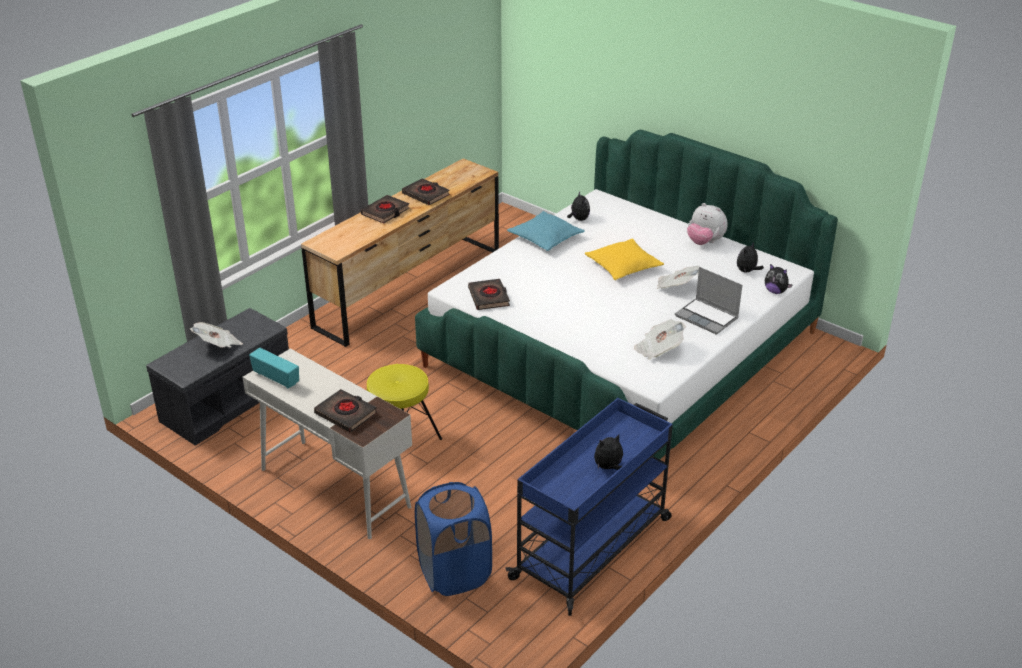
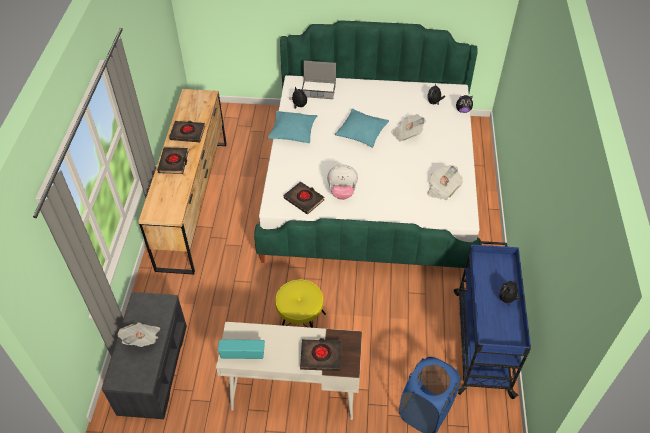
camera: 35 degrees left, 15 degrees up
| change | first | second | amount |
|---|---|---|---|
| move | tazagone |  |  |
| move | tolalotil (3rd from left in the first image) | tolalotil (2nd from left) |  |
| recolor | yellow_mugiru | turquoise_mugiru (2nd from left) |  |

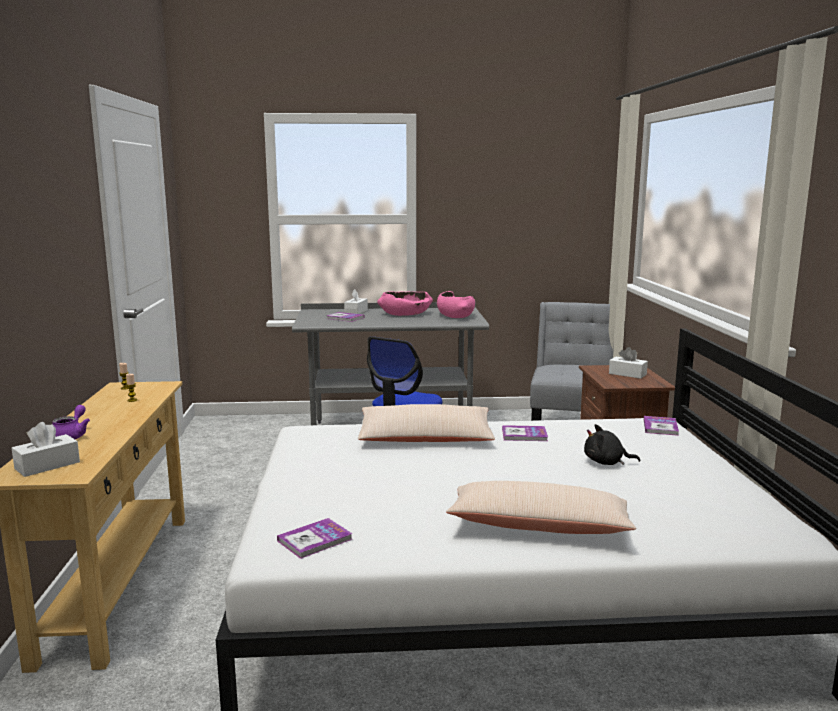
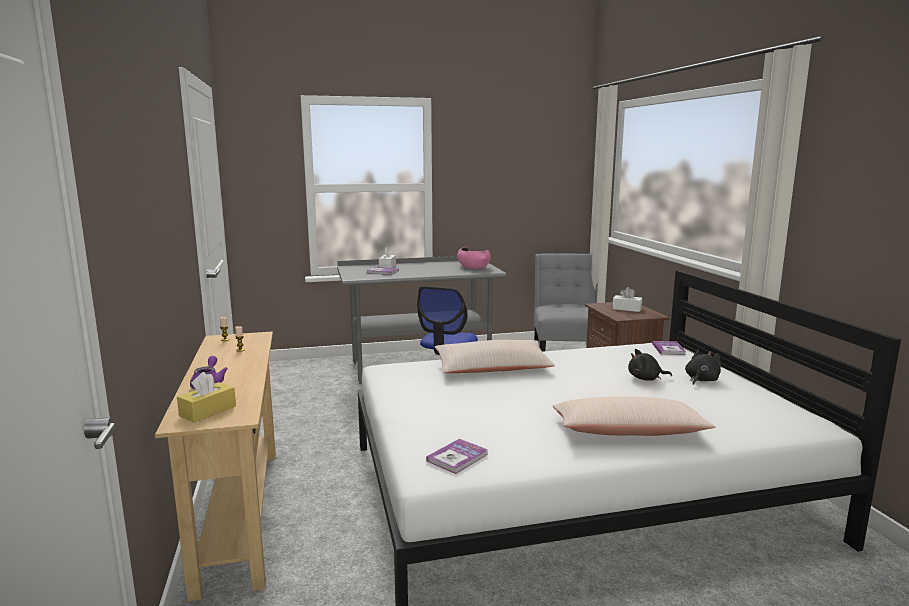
camera: 10 degrees left, 0 degrees up
| change | first | second | amount |
|---|---|---|---|
| delete | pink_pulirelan (1st from left) |  |  |
| delete | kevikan (3rd from left) |  |  |
| insert |  | black_tolalotil (2nd from left) |  |
| recolor | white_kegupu (1st from left) | yellow_kegupu |  |

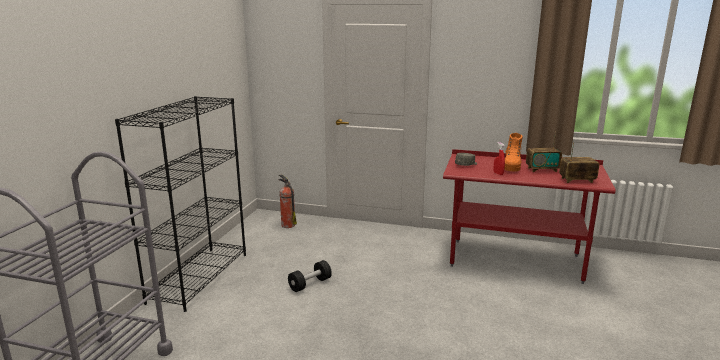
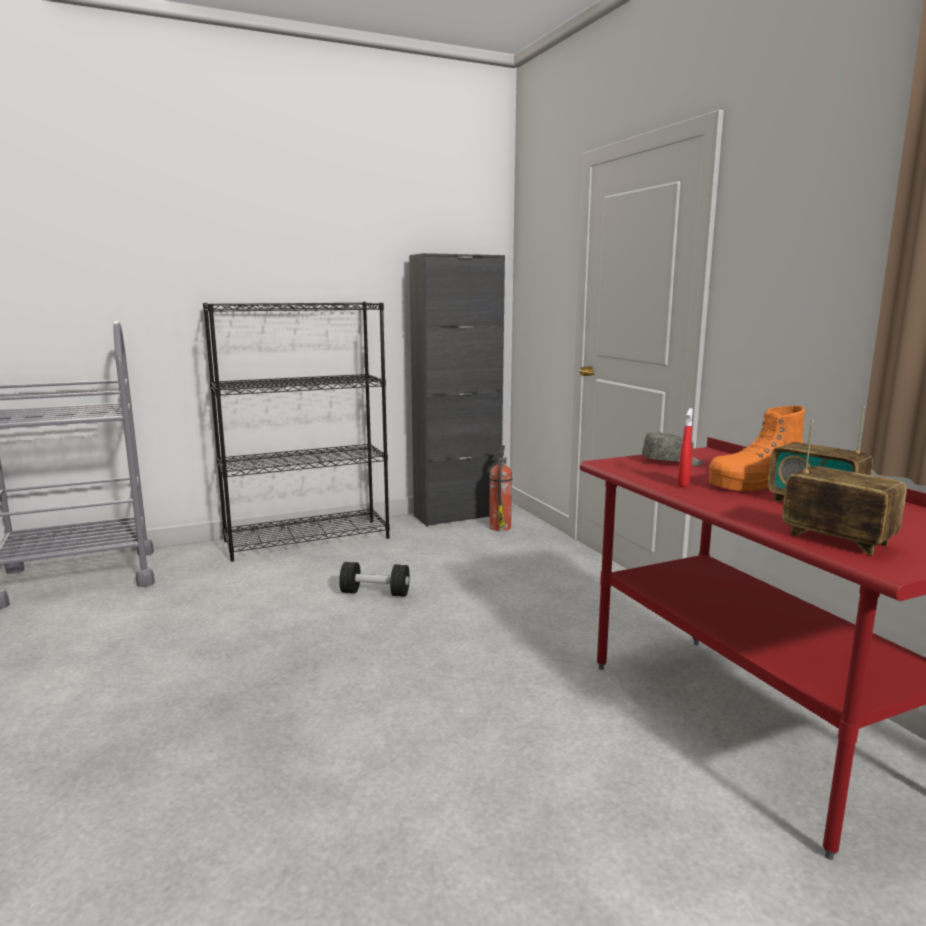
camera: 50 degrees right, 5 degrees down
| change | first | second | amount |
|---|---|---|---|
| insert |  | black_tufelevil |  |

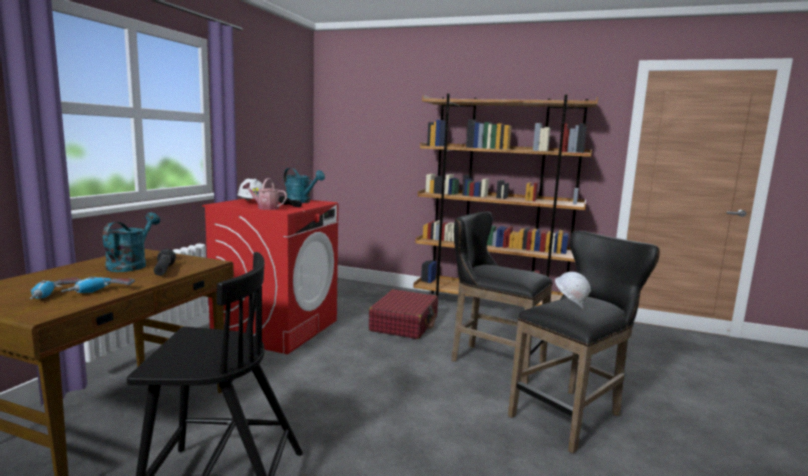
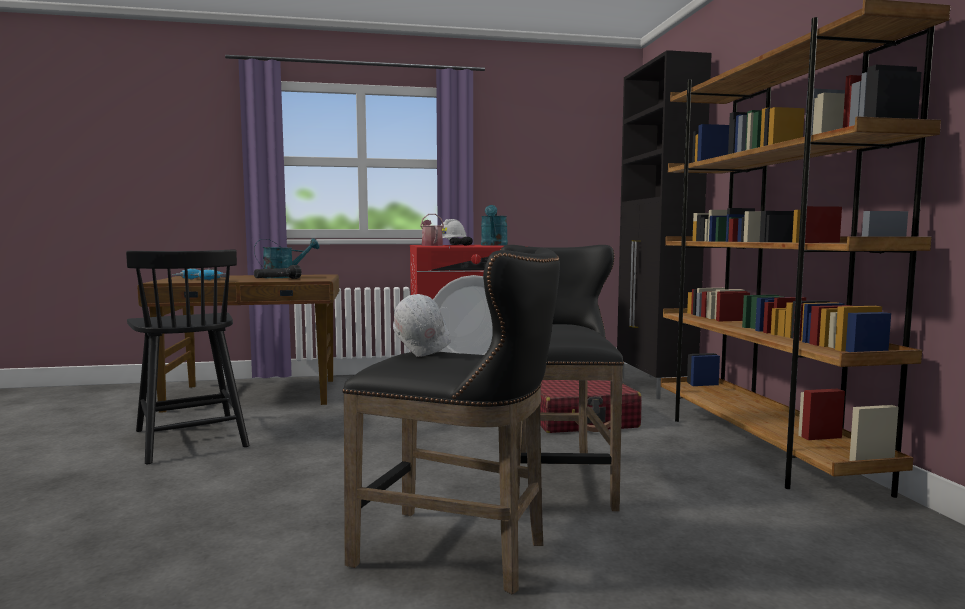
camera: 60 degrees right, 5 degrees down
| change | first | second | amount |
|---|---|---|---|
| insert |  | black_tufelevil |  |

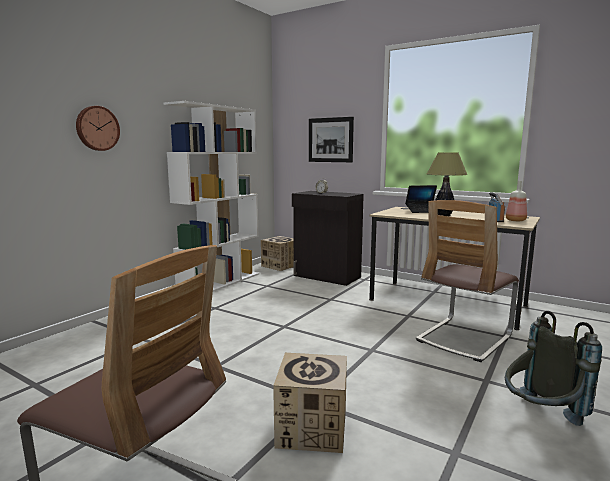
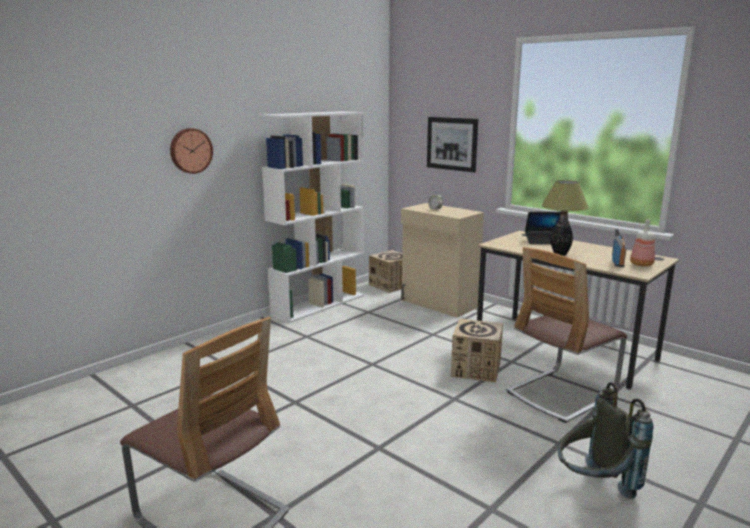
camera: 10 degrees right, 5 degrees up
| change | first | second | amount |
|---|---|---|---|
| move | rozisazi (2nd from left) |  |  |
| recolor | black_tufelevil | beige_tufelevil |  |

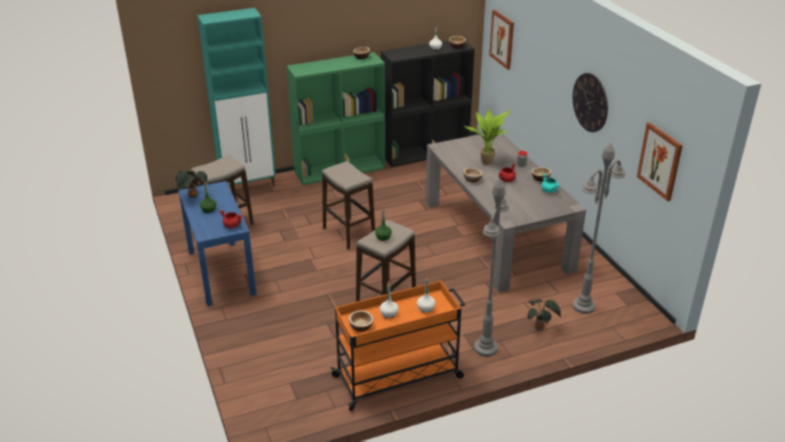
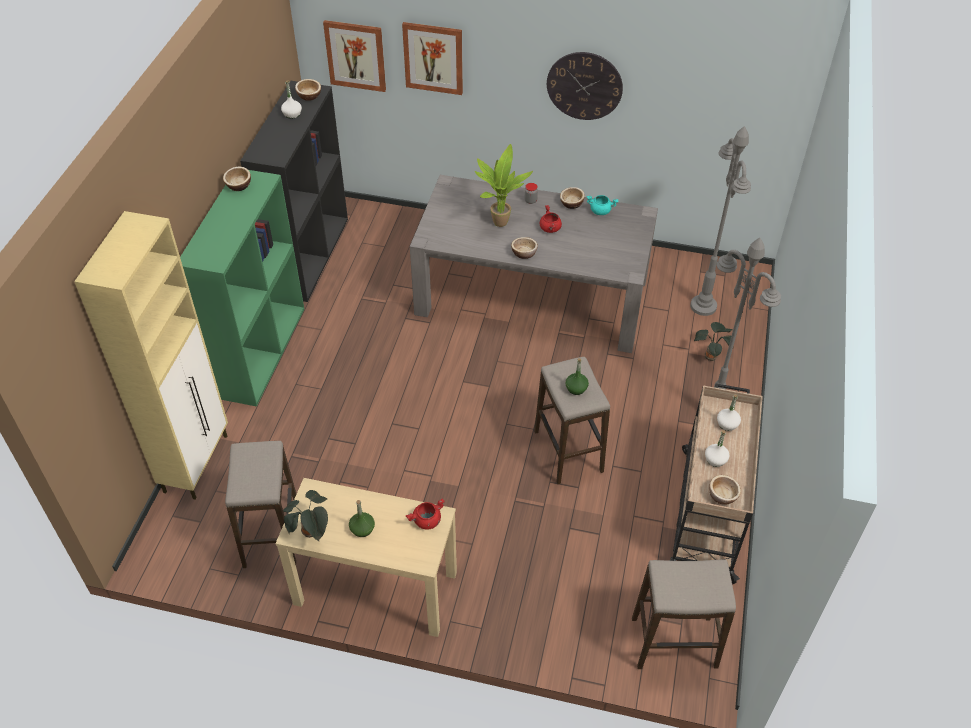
camera: 55 degrees left, 15 degrees up
| change | first | second | amount |
|---|---|---|---|
| move | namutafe (2nd from left in the first image) | namutafe (3rd from left) |  |
| move | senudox (2nd from left) |  |  |
| recolor | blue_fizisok | beige_fizisok |  |
| recolor | turquoise_tufelevil | beige_tufelevil |  |
| recolor | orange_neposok | beige_neposok |  |

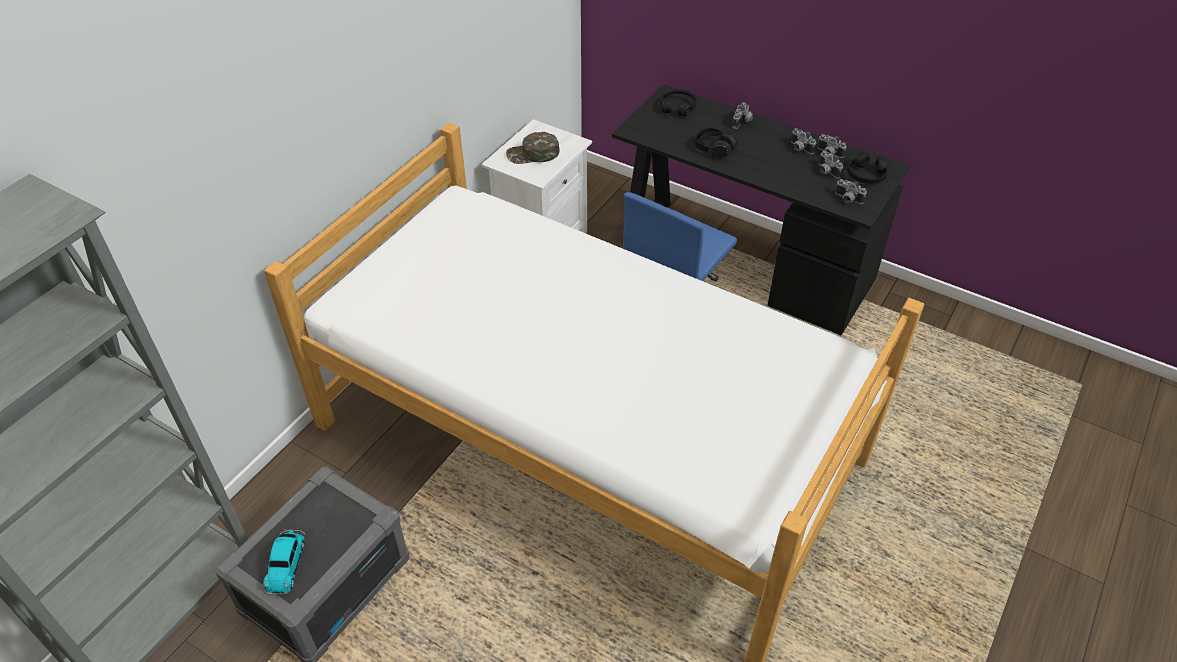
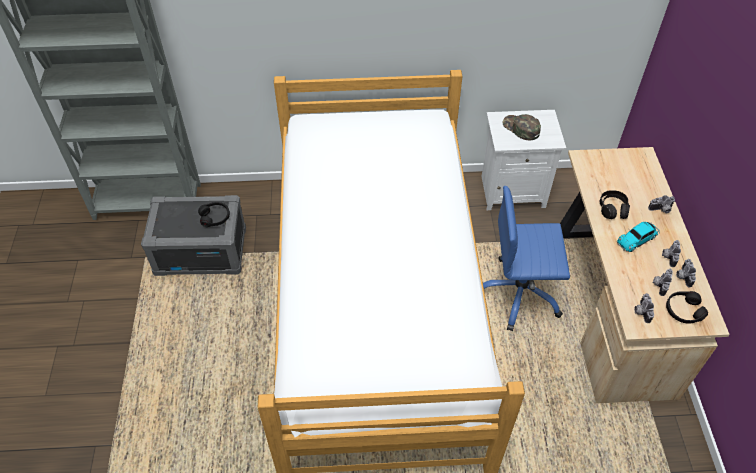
camera: 55 degrees right, 5 degrees up
| change | first | second | amount |
|---|---|---|---|
| move | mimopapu |  |  |
| move | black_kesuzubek (1st from left) |  |  |
| recolor | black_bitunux | beige_bitunux |  |

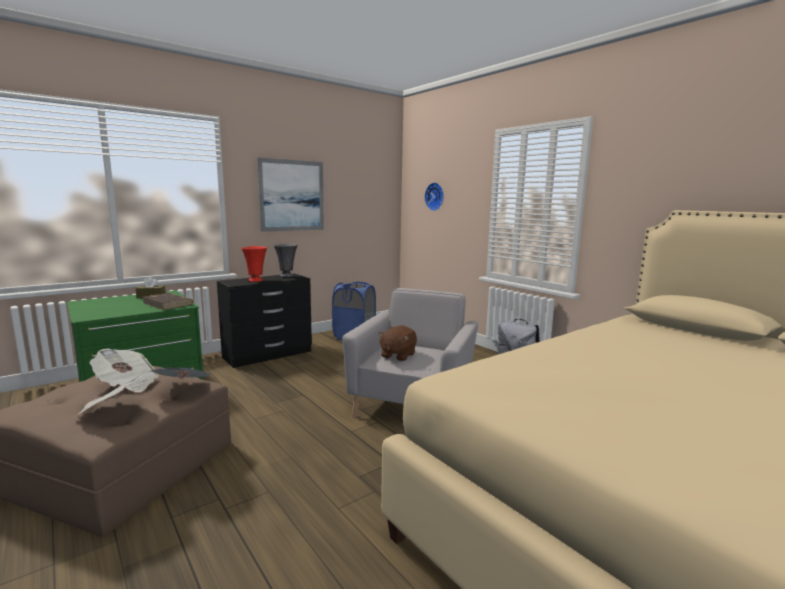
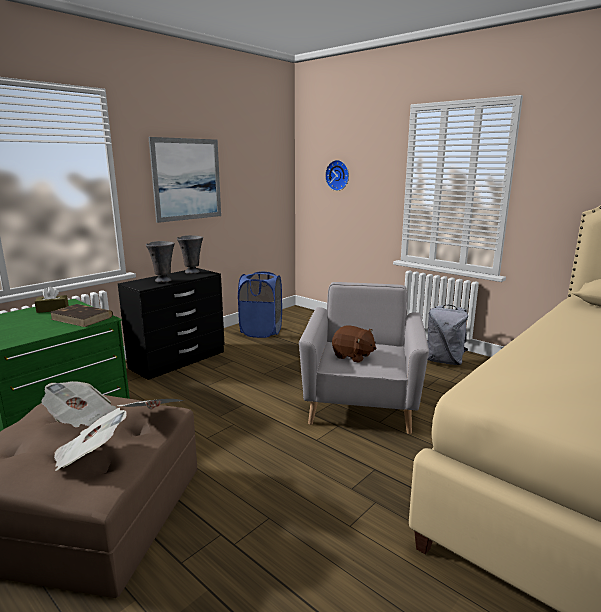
camera: 10 degrees left, 5 degrees up
| change | first | second | amount |
|---|---|---|---|
| recolor | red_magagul | grey_magagul (1st from left) |  |
| rotate | brown_tolalotil |  | 75 degrees counterclockwise |

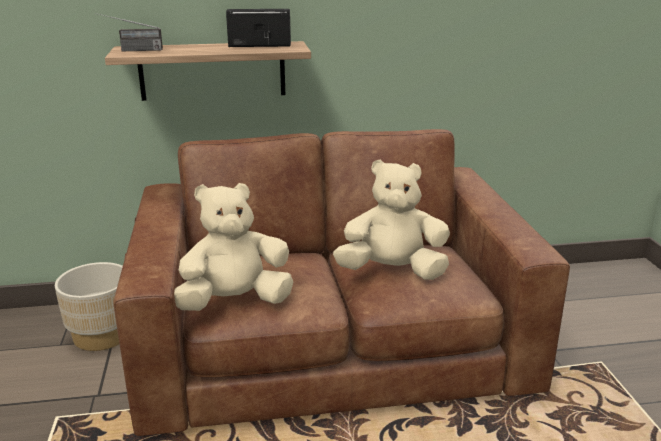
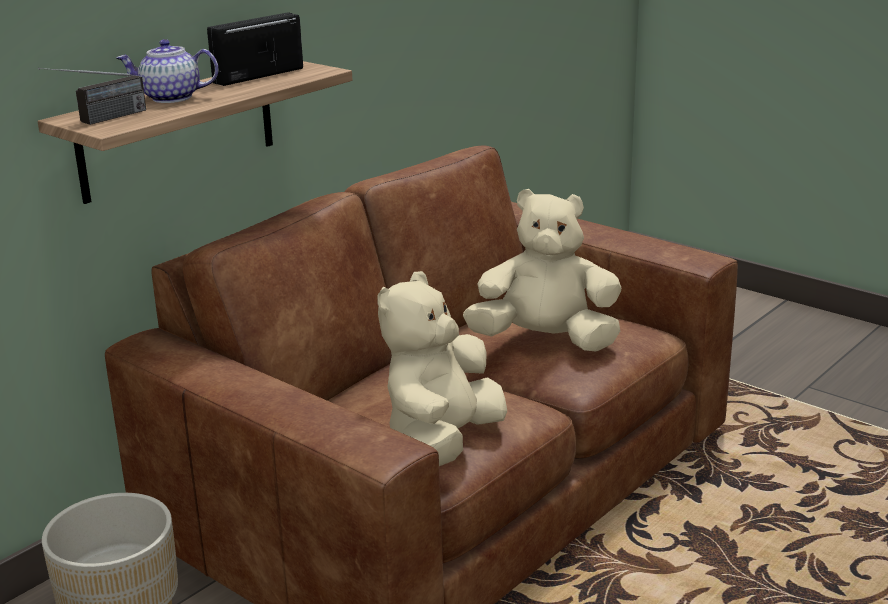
camera: 40 degrees left, 0 degrees up
| change | first | second | amount |
|---|---|---|---|
| insert |  | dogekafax |  |
| rotate | beige_tolalotil (2nd from left) |  | 45 degrees clockwise |

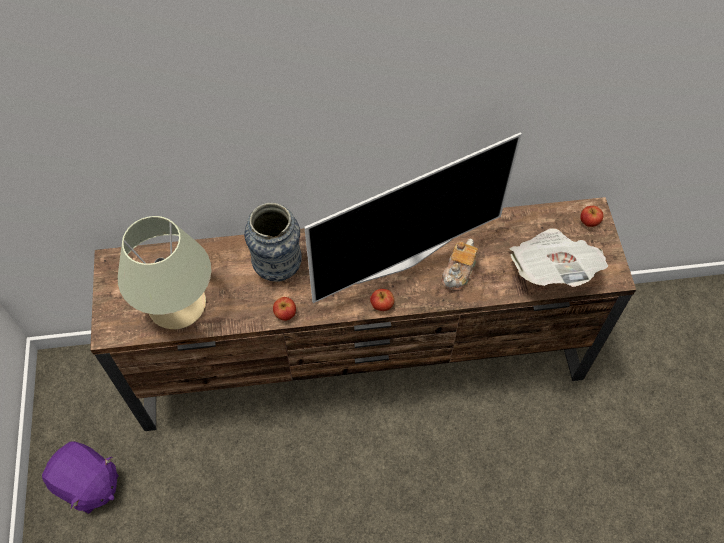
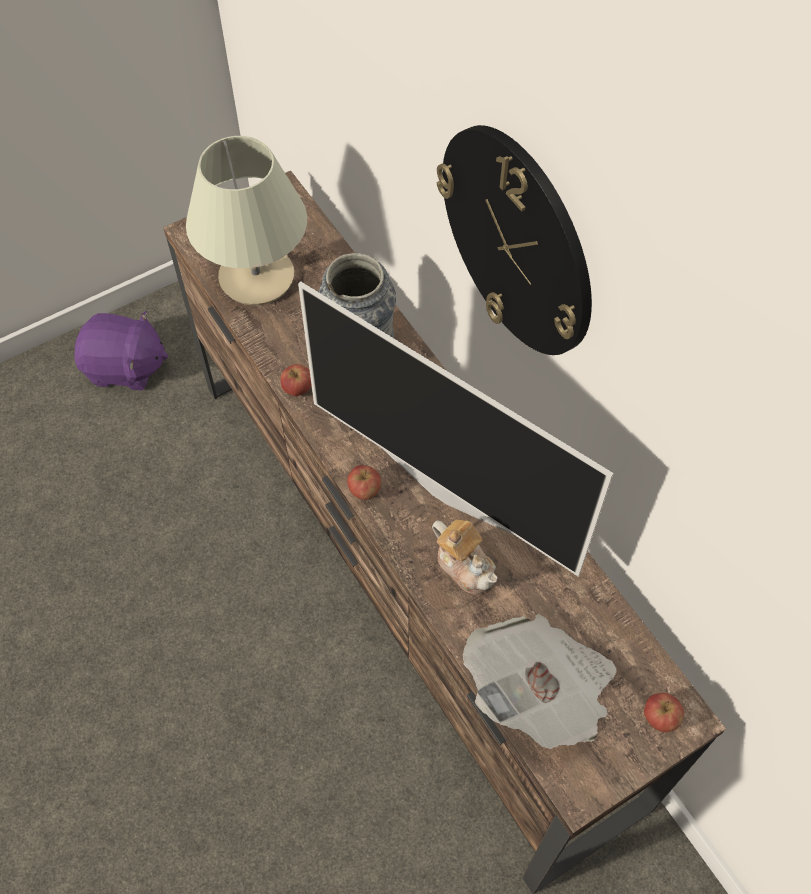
camera: 65 degrees right, 0 degrees up
| change | first | second | amount |
|---|---|---|---|
| insert |  | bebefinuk |  |
| rotate | purple_tolalotil |  | 90 degrees counterclockwise |
| rotate | dogekafax |  | 135 degrees counterclockwise |

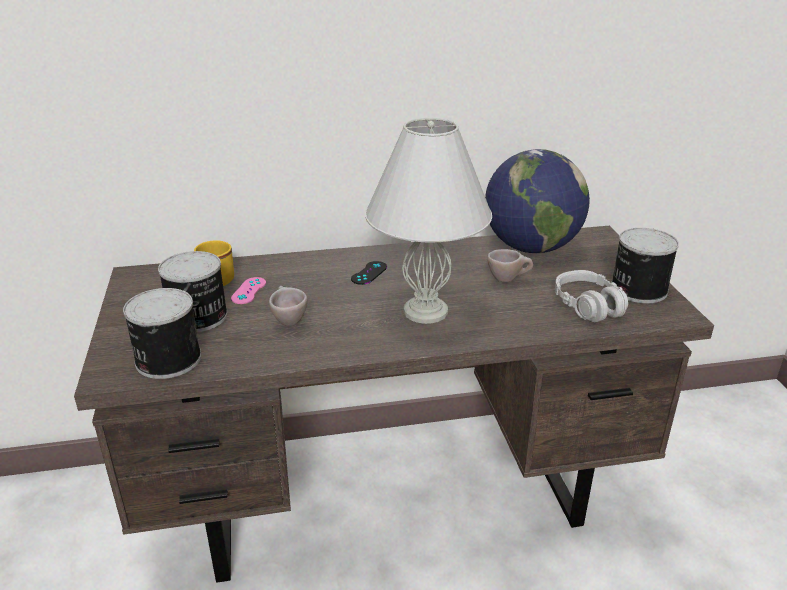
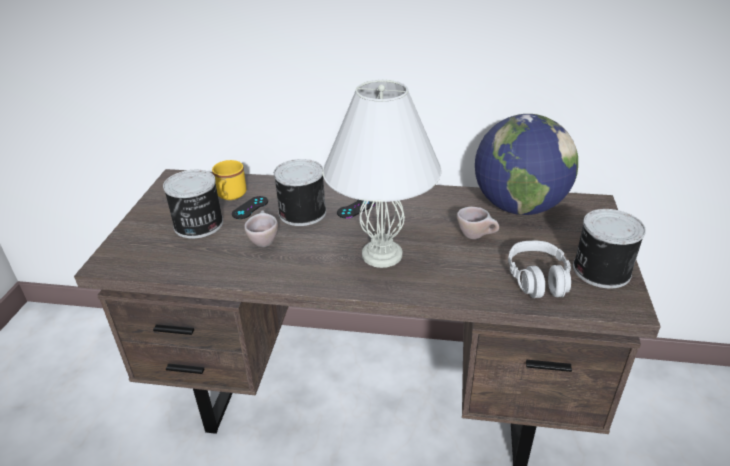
camera: 20 degrees right, 5 degrees up
| change | first | second | amount |
|---|---|---|---|
| move | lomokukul (1st from left in the first image) | lomokukul (2nd from left) |  |
| recolor | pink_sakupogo | black_sakupogo (1st from left) |  |

